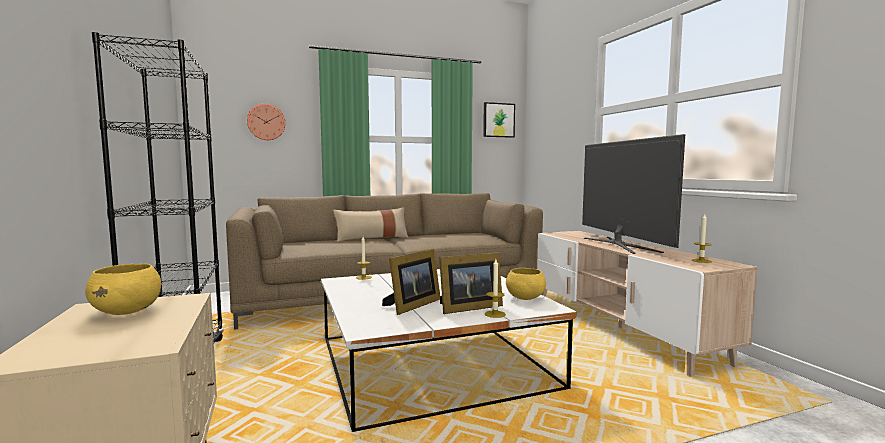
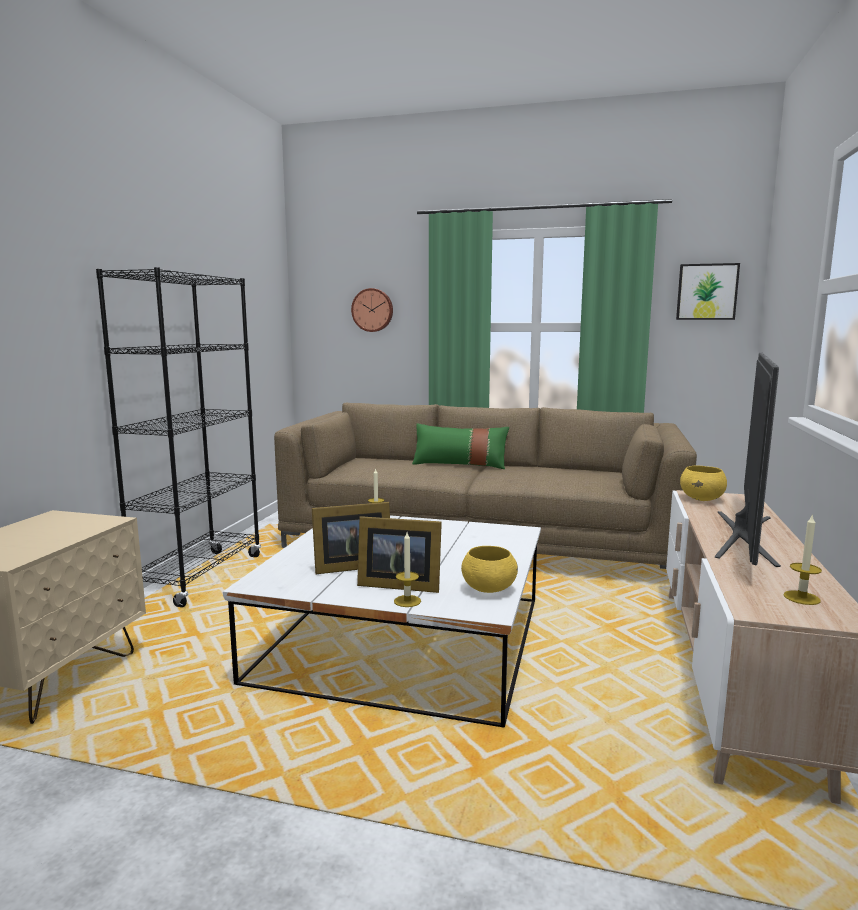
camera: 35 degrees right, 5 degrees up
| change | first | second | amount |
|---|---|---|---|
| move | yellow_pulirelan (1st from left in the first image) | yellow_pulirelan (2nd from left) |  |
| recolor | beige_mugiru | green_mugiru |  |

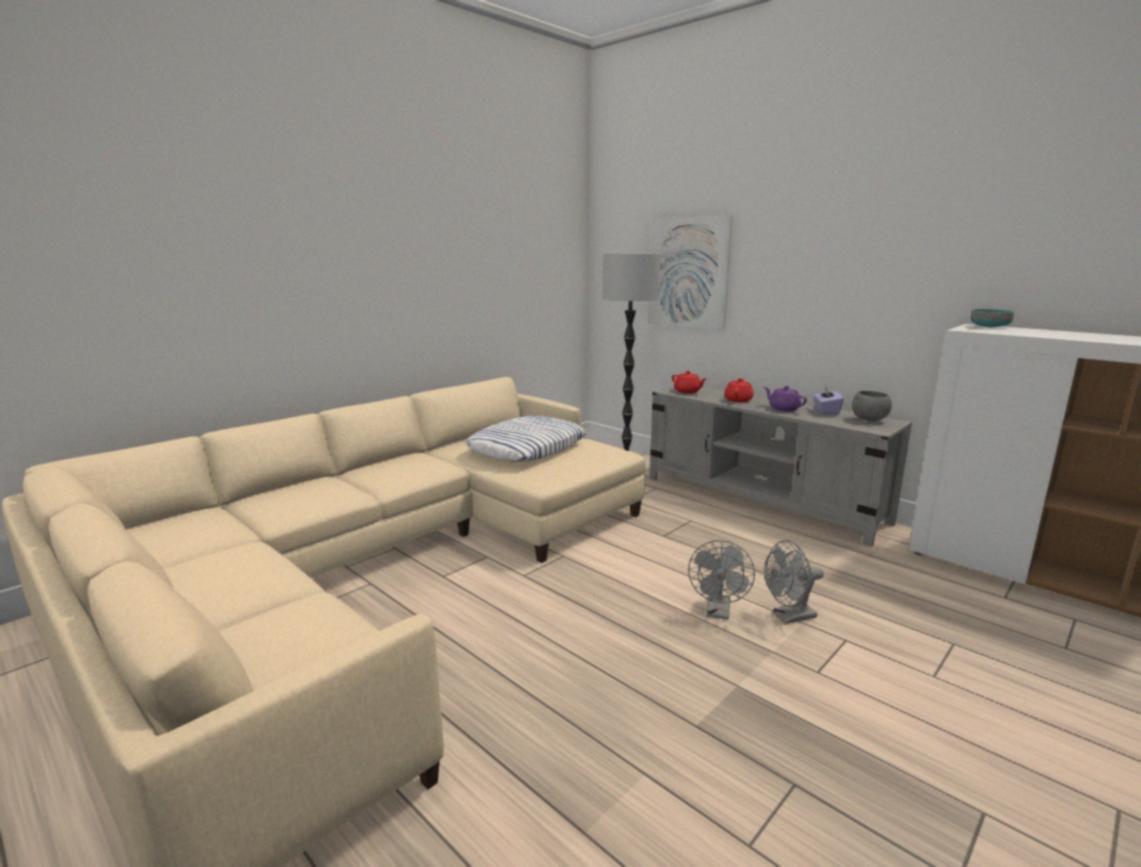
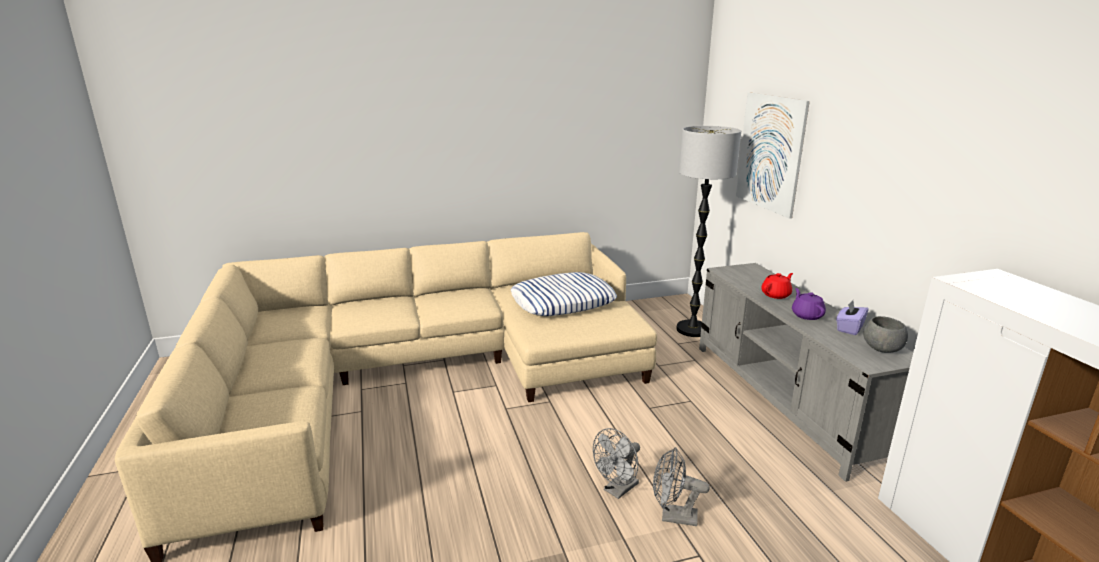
camera: 30 degrees right, 5 degrees up
| change | first | second | amount |
|---|---|---|---|
| delete | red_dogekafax (1st from left) |  |  |
| delete | turquoise_pulirelan |  |  |

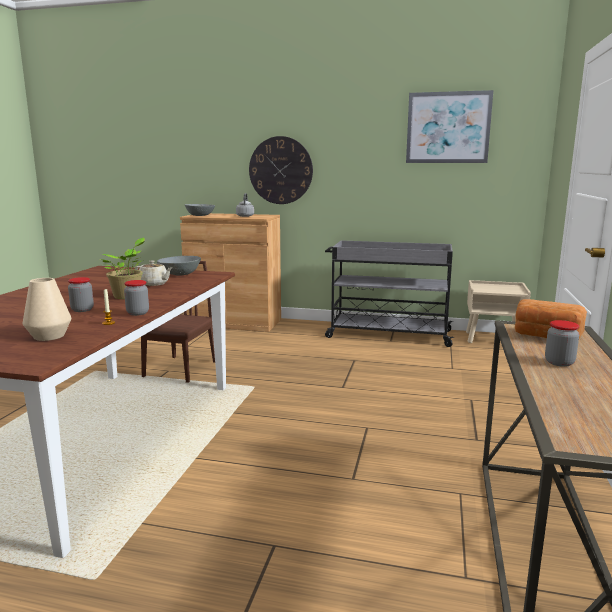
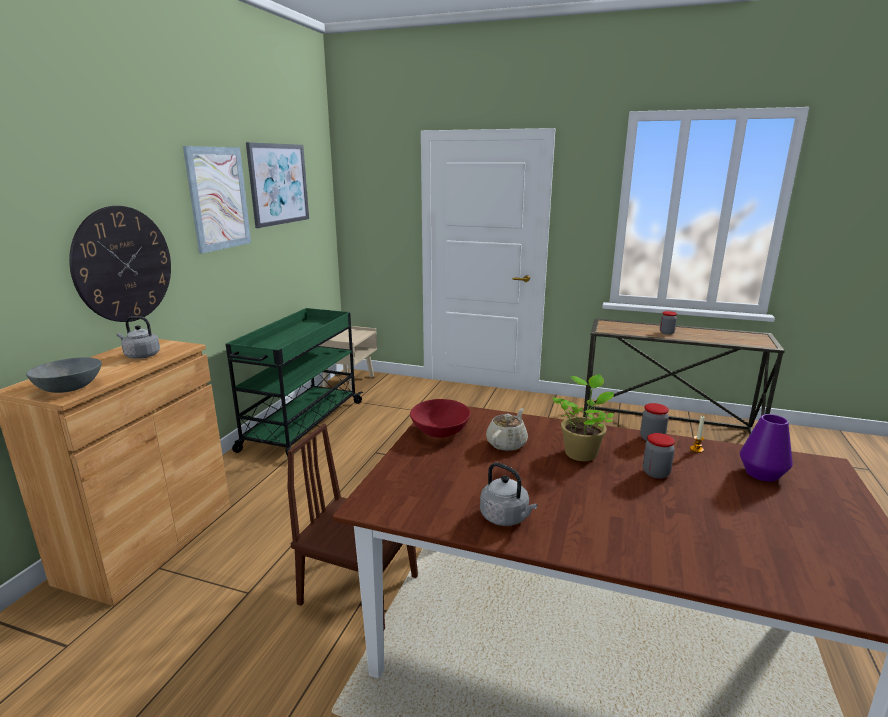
camera: 85 degrees left, 5 degrees up
| change | first | second | amount |
|---|---|---|---|
| delete | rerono |  |  |
| insert |  | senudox (1st from left) |  |
| insert |  | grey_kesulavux (2nd from left) |  |
| recolor | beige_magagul | purple_magagul |  |
| recolor | grey_pulirelan (1st from left) | red_pulirelan |  |
| recolor | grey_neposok | green_neposok |  |

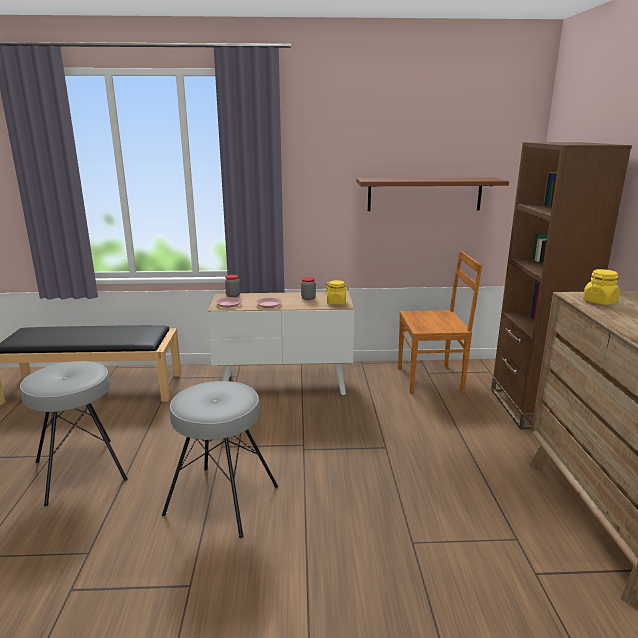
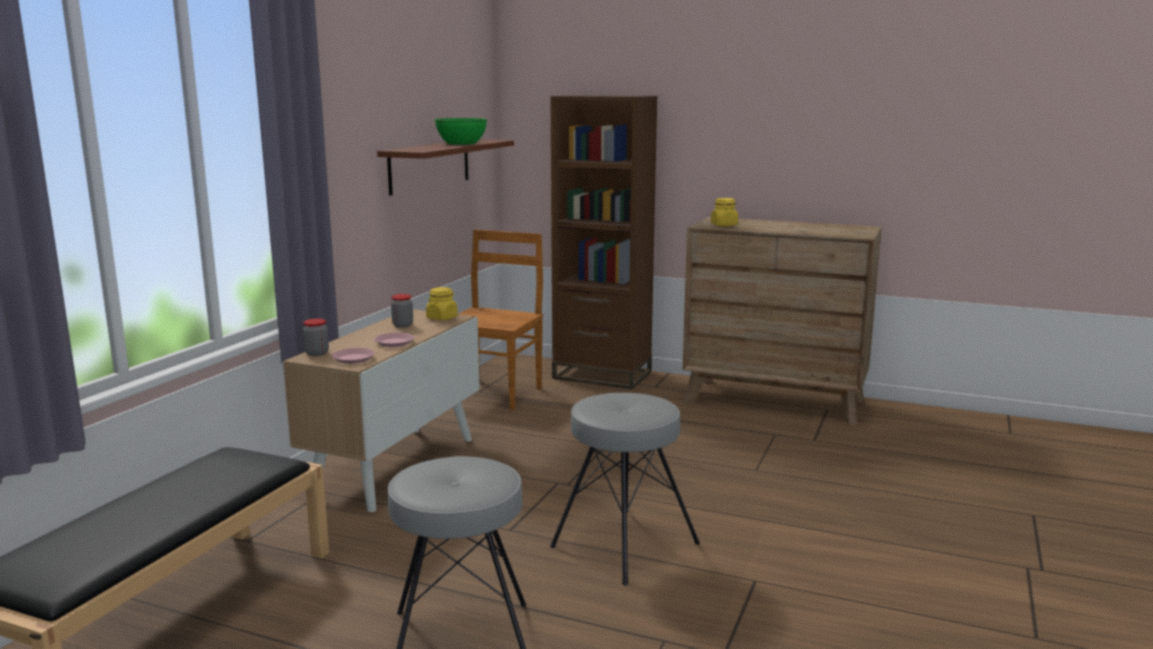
camera: 65 degrees left, 5 degrees down
| change | first | second | amount |
|---|---|---|---|
| insert |  | green_pulirelan |  |

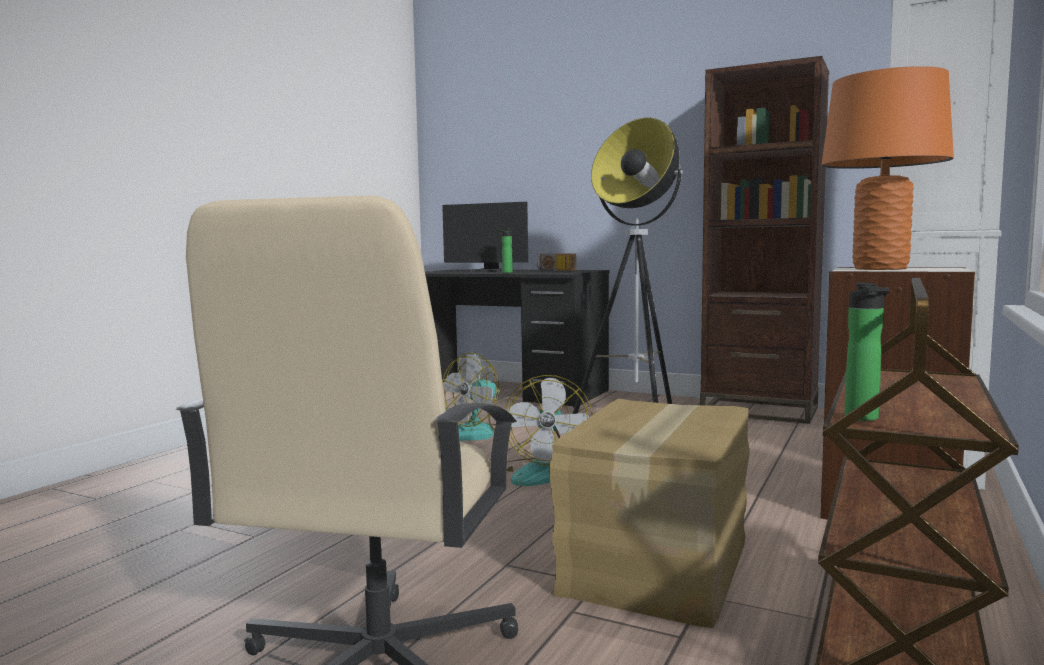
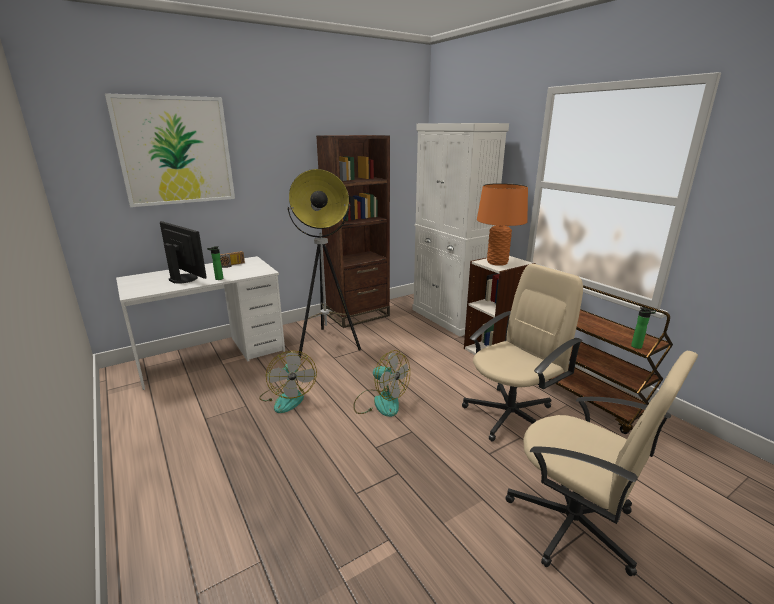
camera: 60 degrees left, 15 degrees up
| change | first | second | amount |
|---|---|---|---|
| insert |  | senudox |  |
| replace | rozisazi | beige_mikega (1st from left) |  |
| recolor | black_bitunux | white_bitunux |  |
| rotate | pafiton |  | 105 degrees counterclockwise |

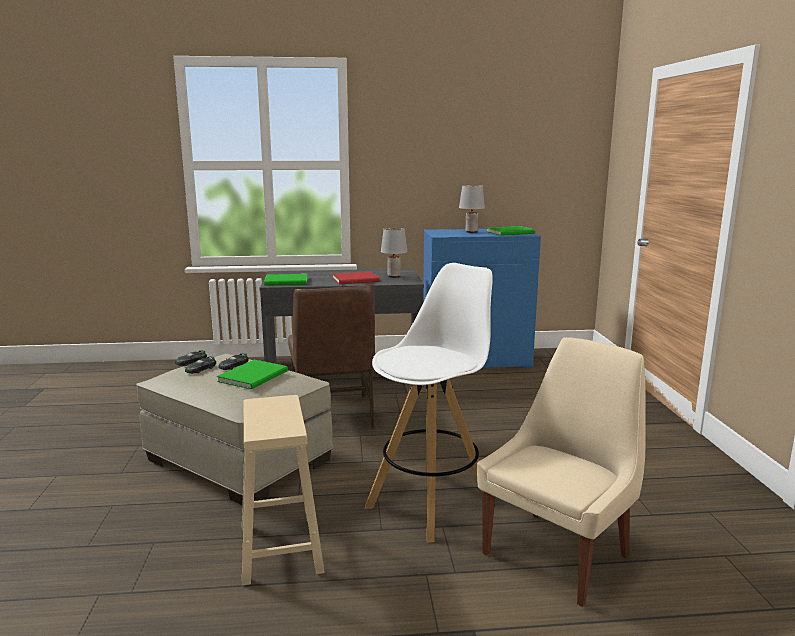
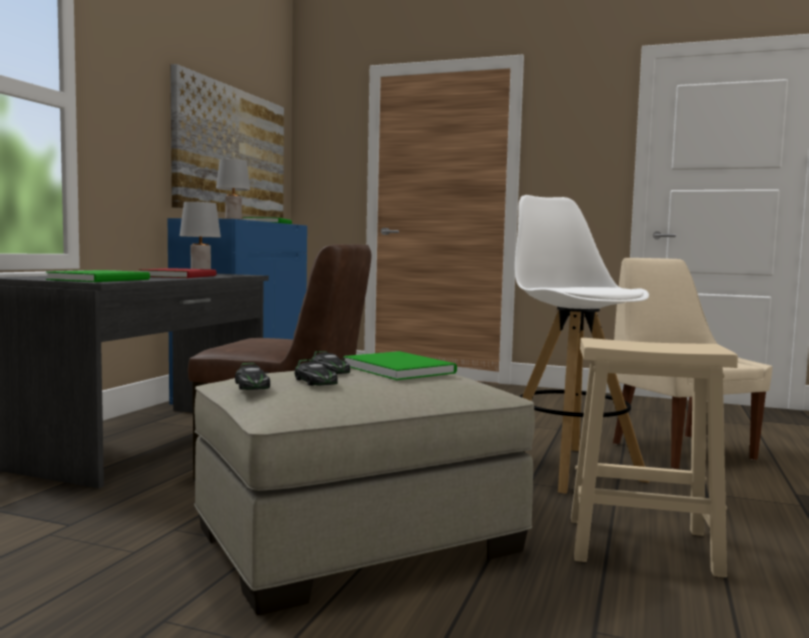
camera: 65 degrees left, 10 degrees down
| change | first | second | amount |
|---|---|---|---|
| insert |  | senudox |  |

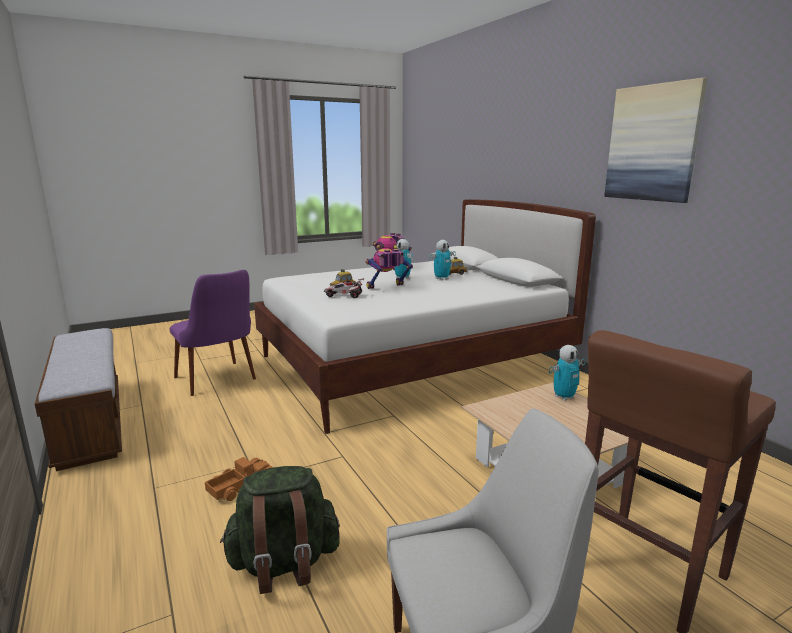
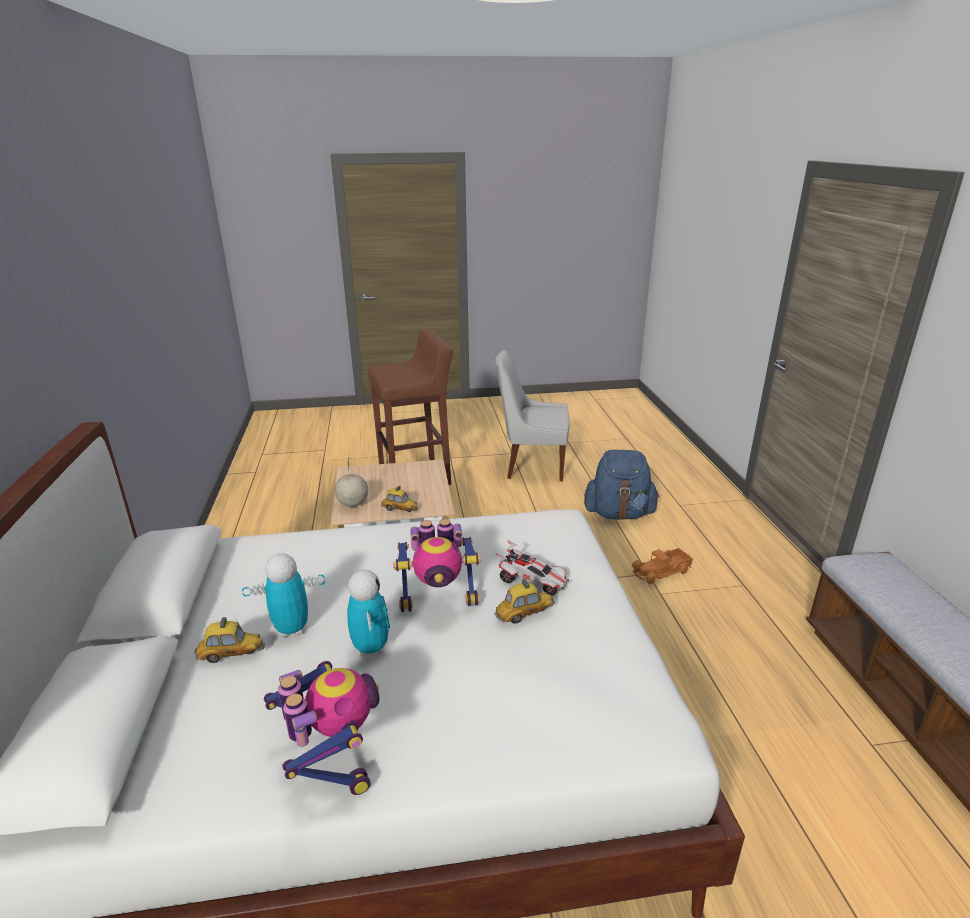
camera: 160 degrees left, 10 degrees up
| change | first | second | amount |
|---|---|---|---|
| delete | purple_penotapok |  |  |
| delete | senudox |  |  |
| insert |  | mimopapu (2nd from left) |  |
| replace | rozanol (5th from left) | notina |  |
| recolor | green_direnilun | blue_direnilun |  |

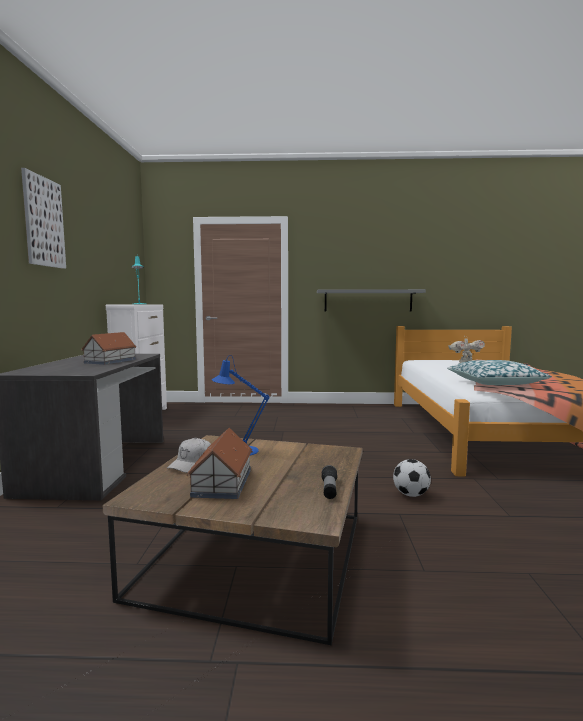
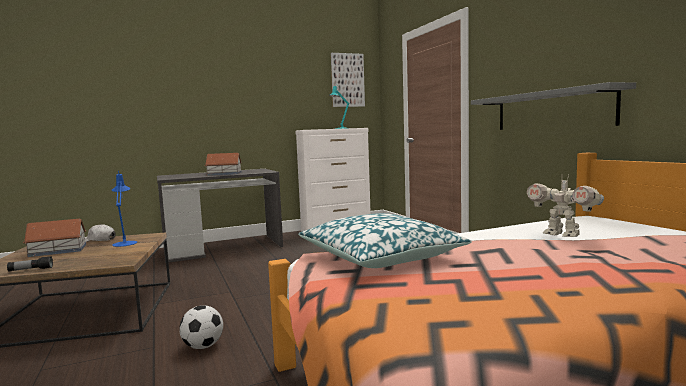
camera: 65 degrees right, 0 degrees up
| change | first | second | amount |
|---|---|---|---|
| move | senudox |  |  |

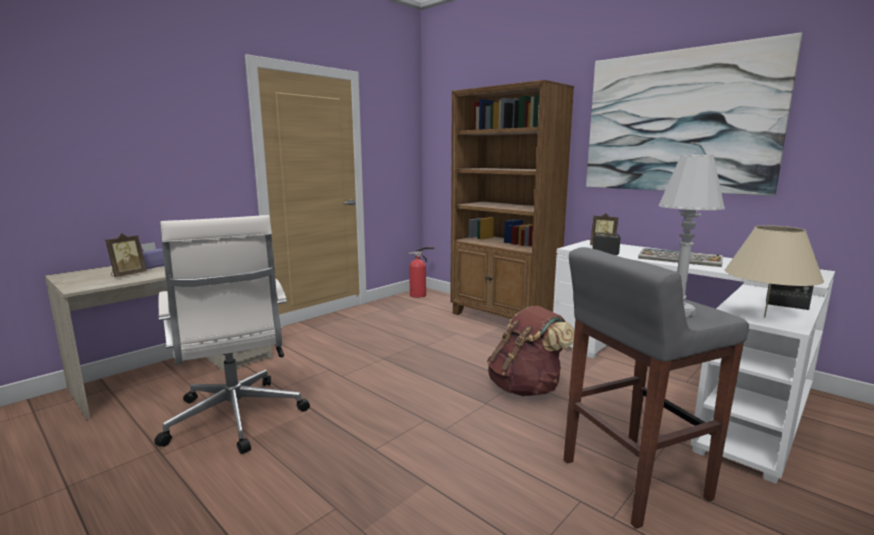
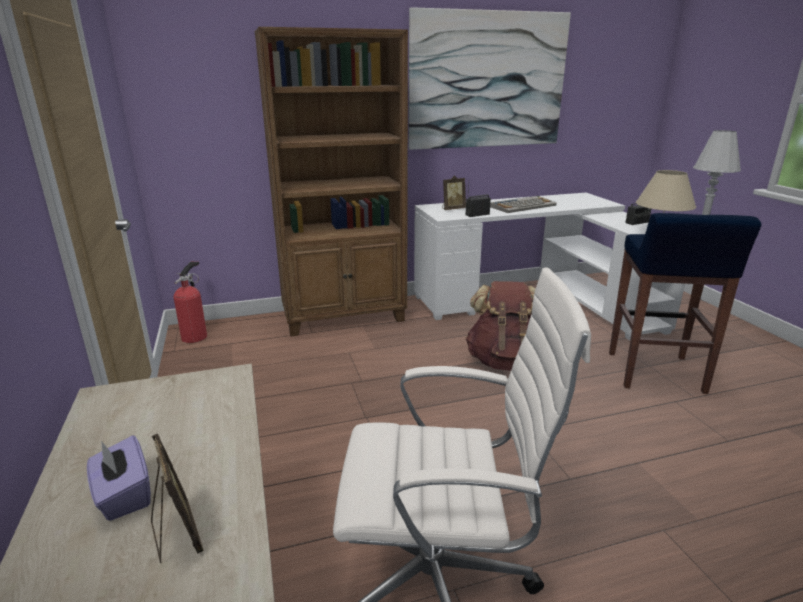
camera: 60 degrees left, 10 degrees up
| change | first | second | amount |
|---|---|---|---|
| recolor | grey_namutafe | blue_namutafe |  |

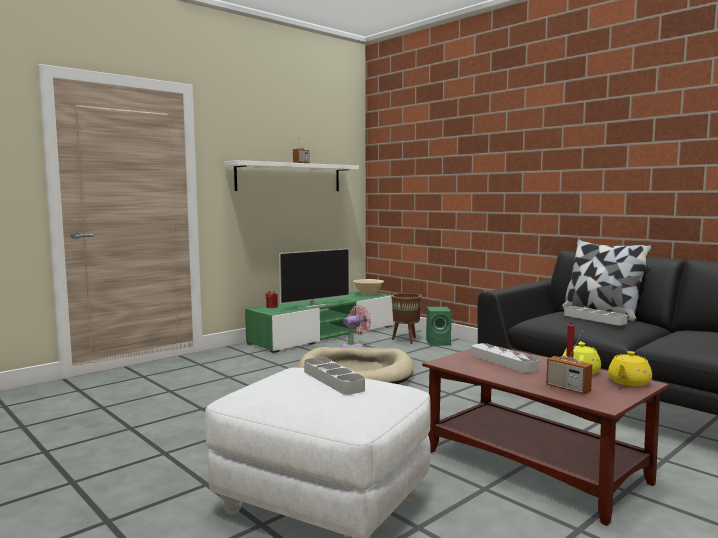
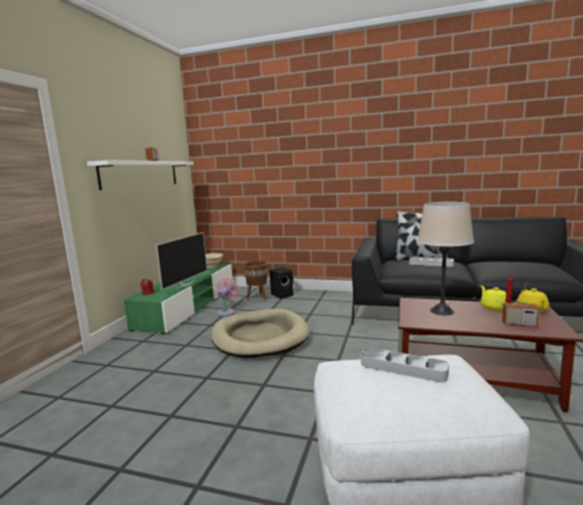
camera: 30 degrees left, 5 degrees up
| change | first | second | amount |
|---|---|---|---|
| replace | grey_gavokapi (2nd from left) | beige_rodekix |  |
| recolor | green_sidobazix | black_sidobazix |  |

